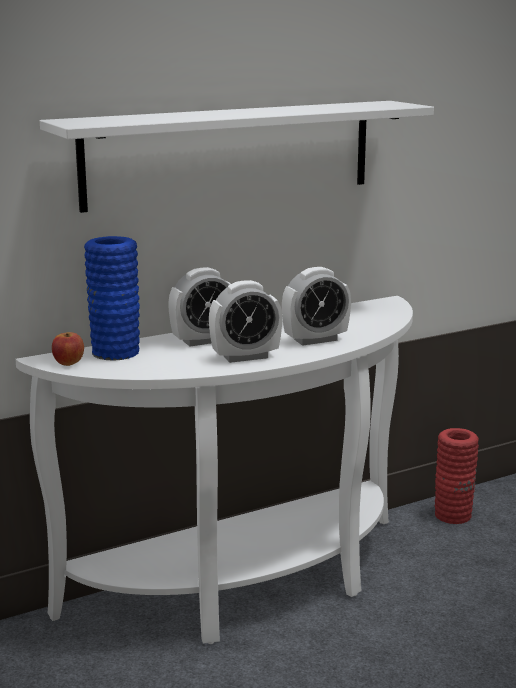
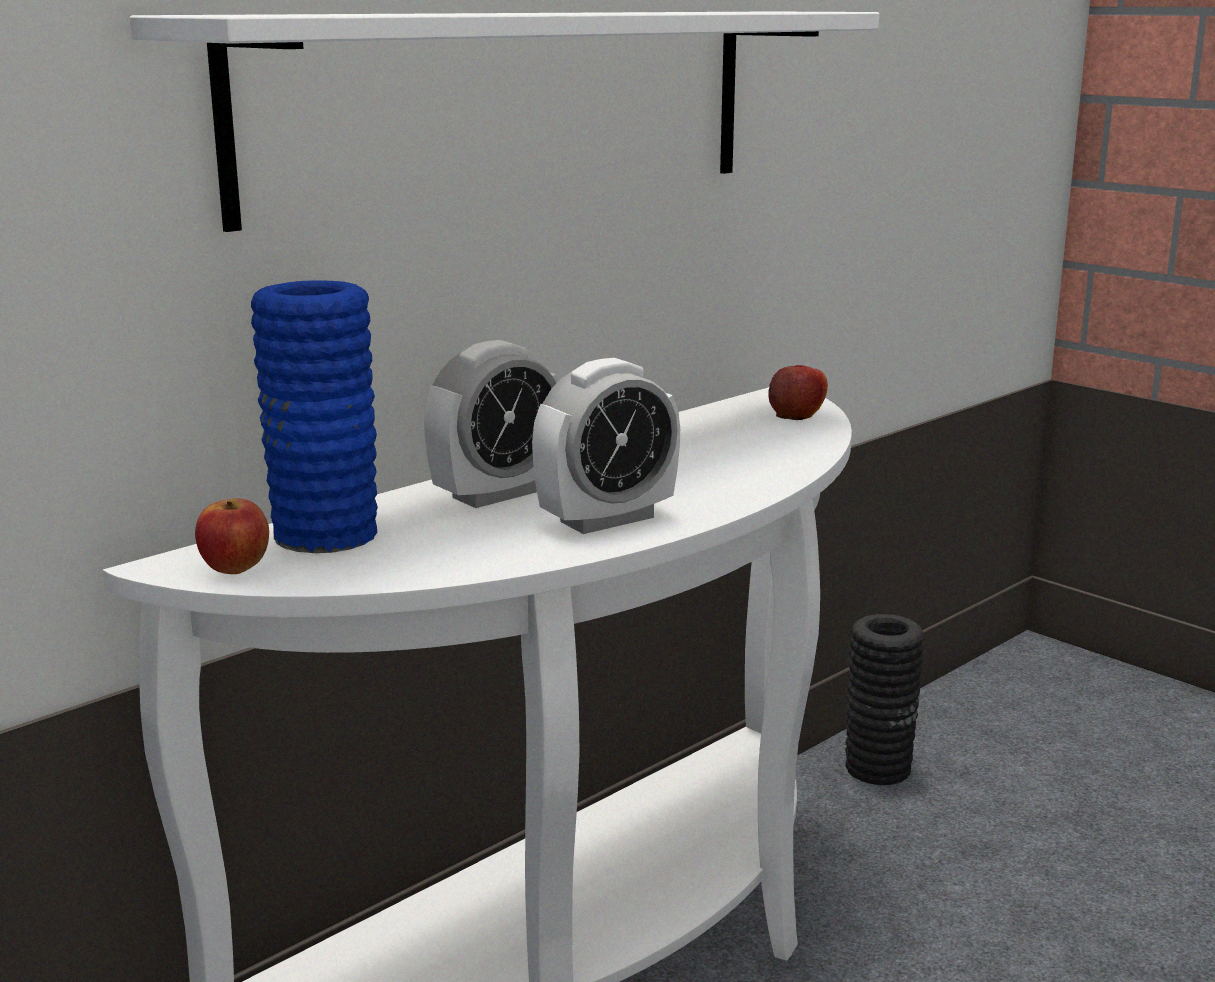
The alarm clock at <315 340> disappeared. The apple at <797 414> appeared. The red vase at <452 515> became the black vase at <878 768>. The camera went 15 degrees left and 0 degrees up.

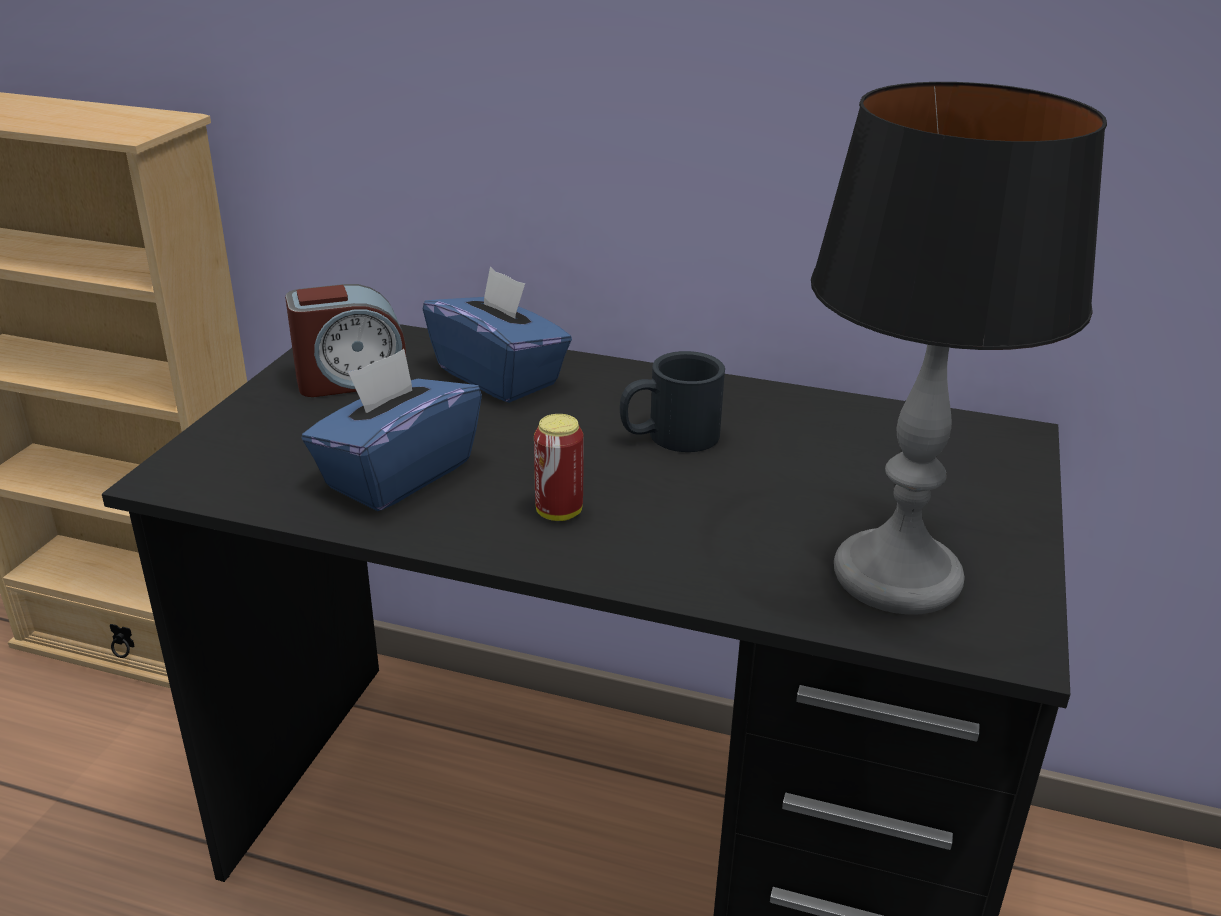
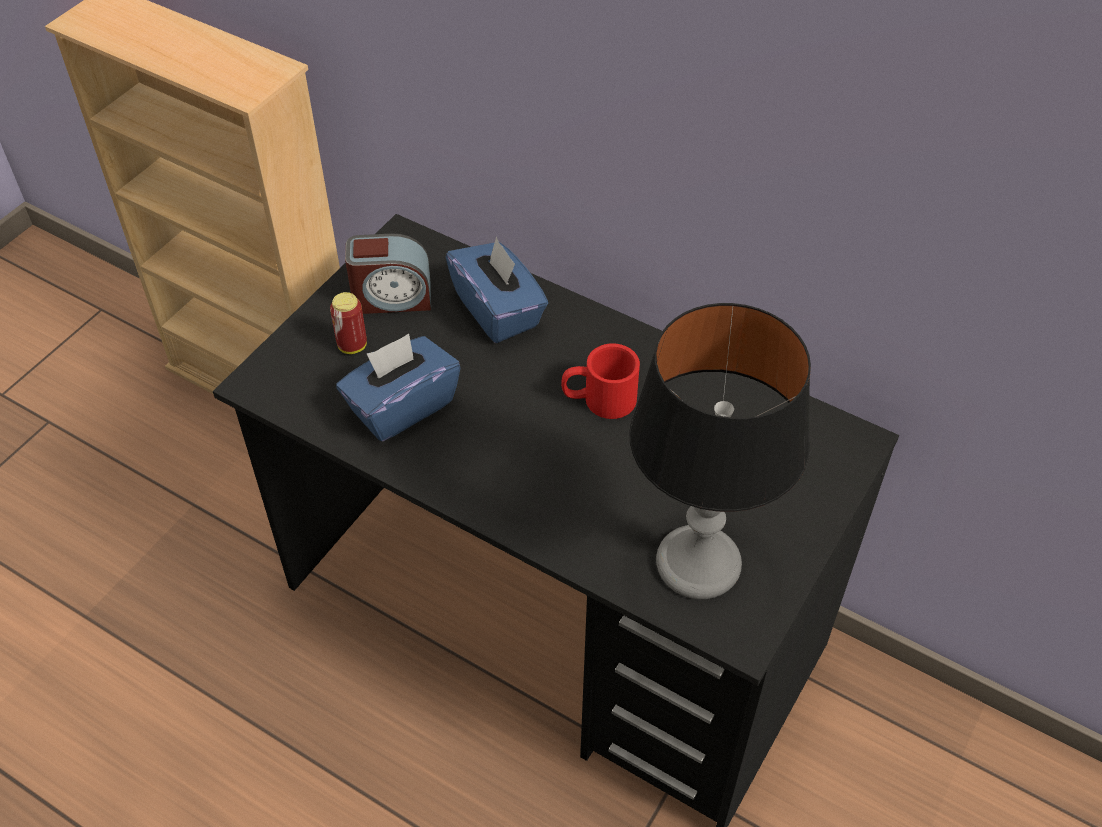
The can moved from <559 512> to <352 346>. The black mug at <669 437> became the red mug at <599 400>. The camera went 15 degrees right and 20 degrees up.

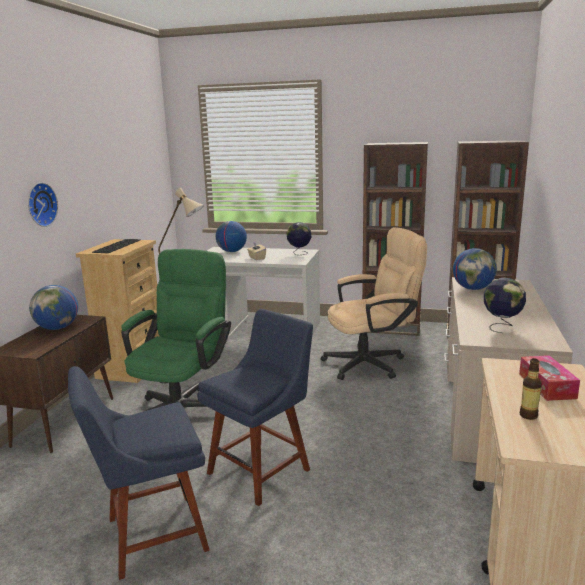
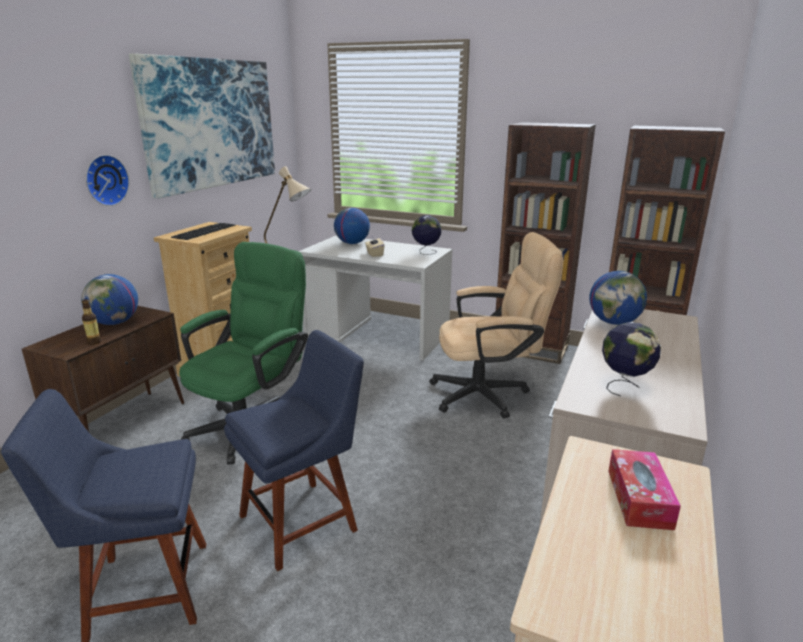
The picture at <211 123> appeared. The bottle moved from <528 415> to <94 342>. The camera went 10 degrees right and 5 degrees up.

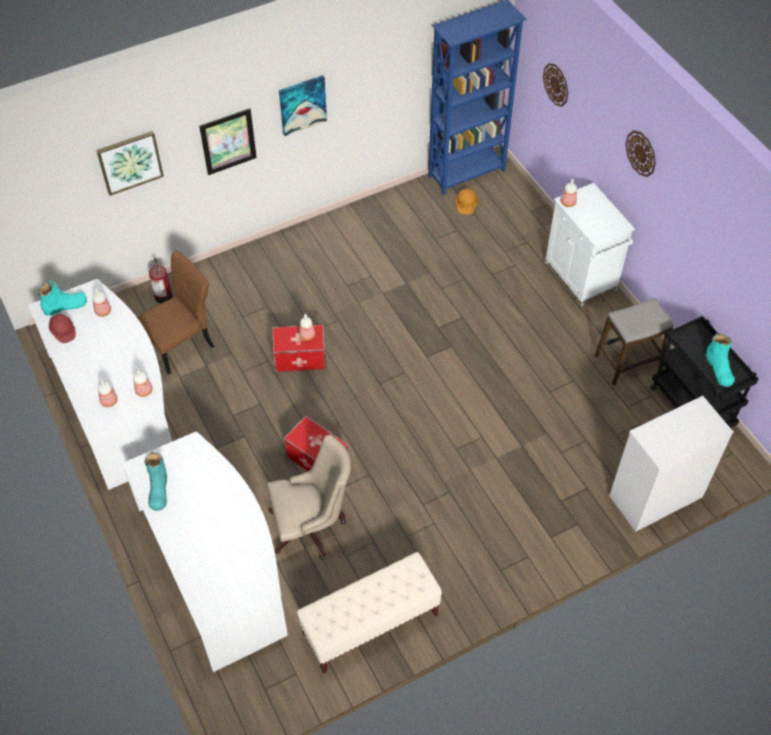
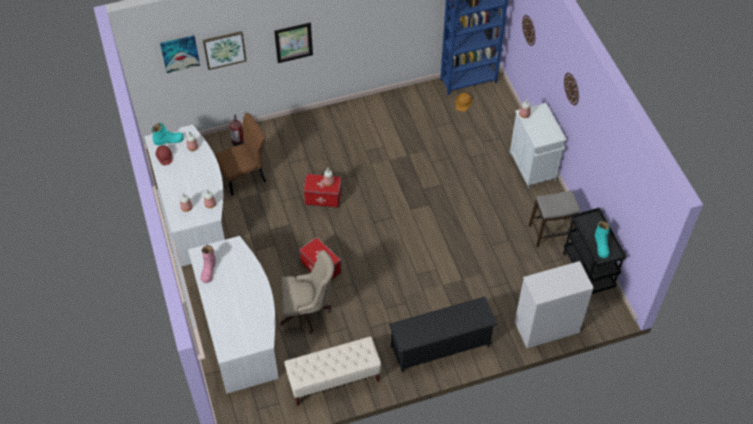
The black shoe rack at <440 346> appeared. The picture moved from <302 104> to <180 53>. The turquoise boot at <158 489> became the pink boot at <208 269>. The camera went 10 degrees right and 0 degrees up.

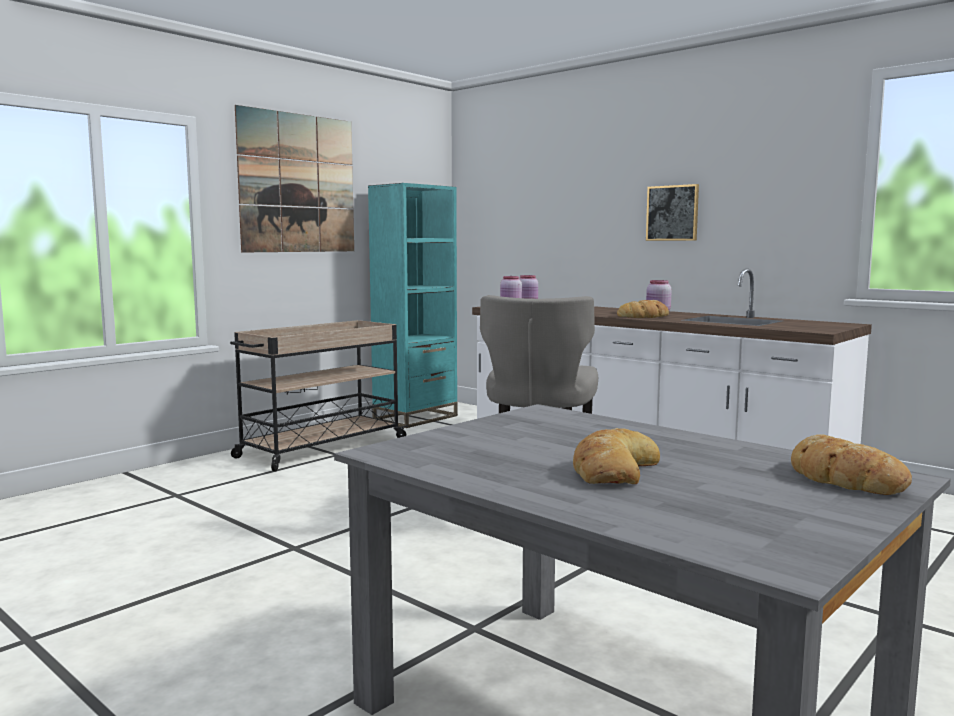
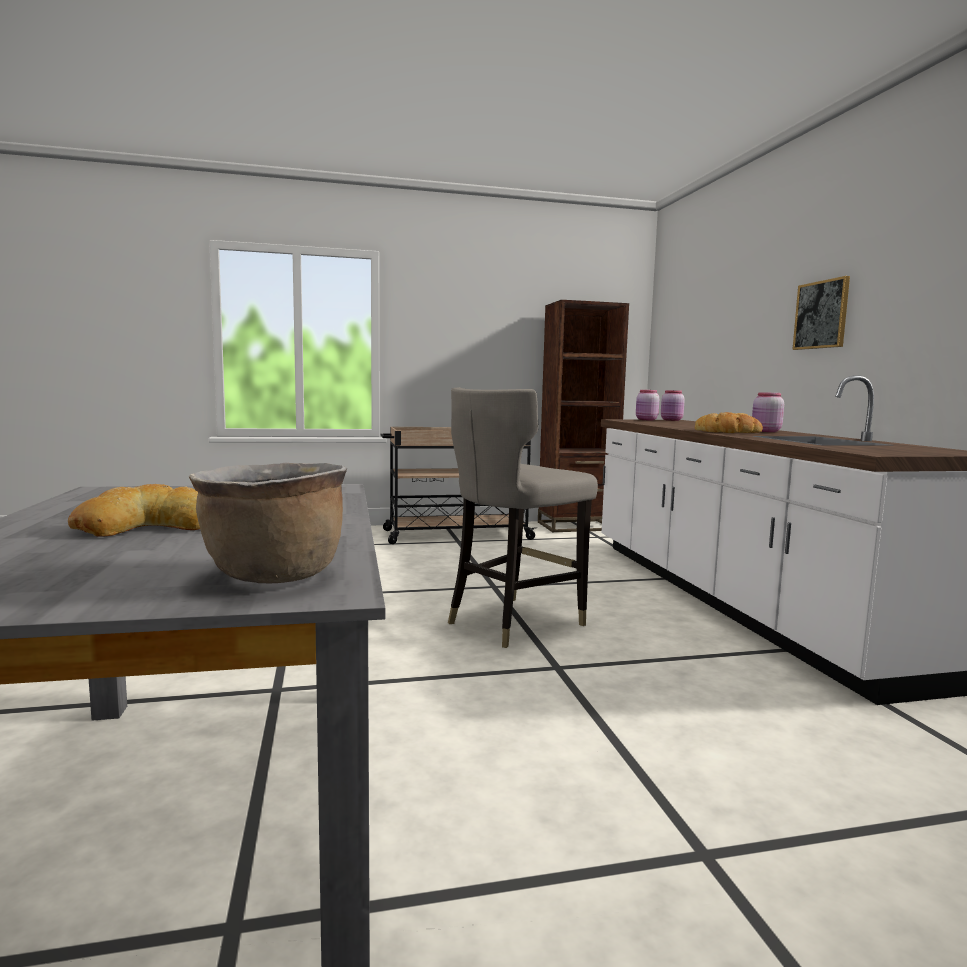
The picture at <297 183> disappeared. The bread at <843 478> was replaced by the brown cooking pot at <273 576>. The turquoise bookcase at <415 418> became the brown bookcase at <576 526>. The camera went 35 degrees right and 0 degrees up.

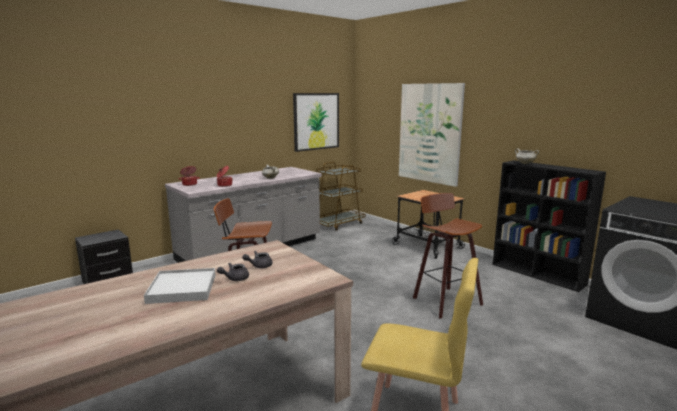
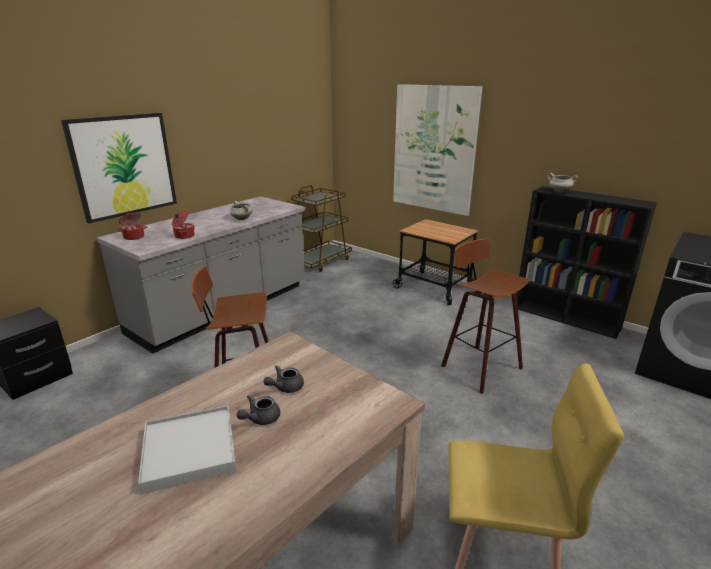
The picture moved from <316 121> to <124 166>. The camera went 10 degrees left and 10 degrees up.

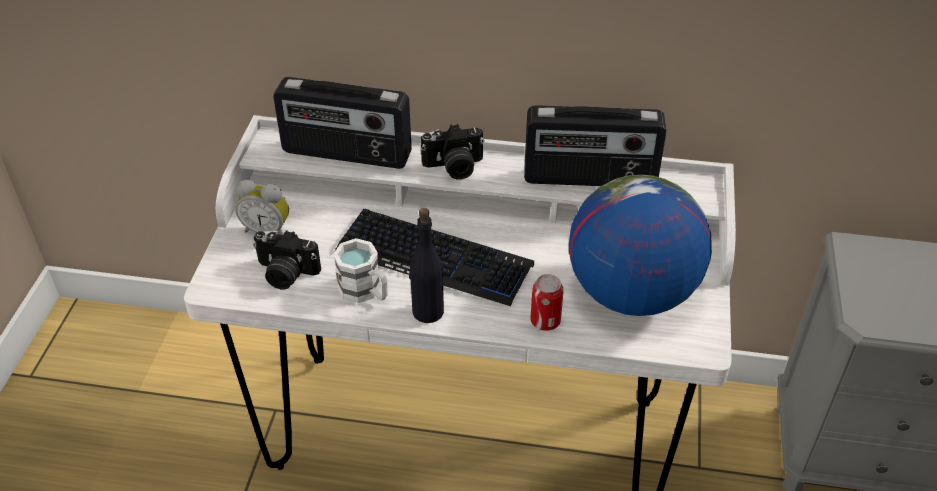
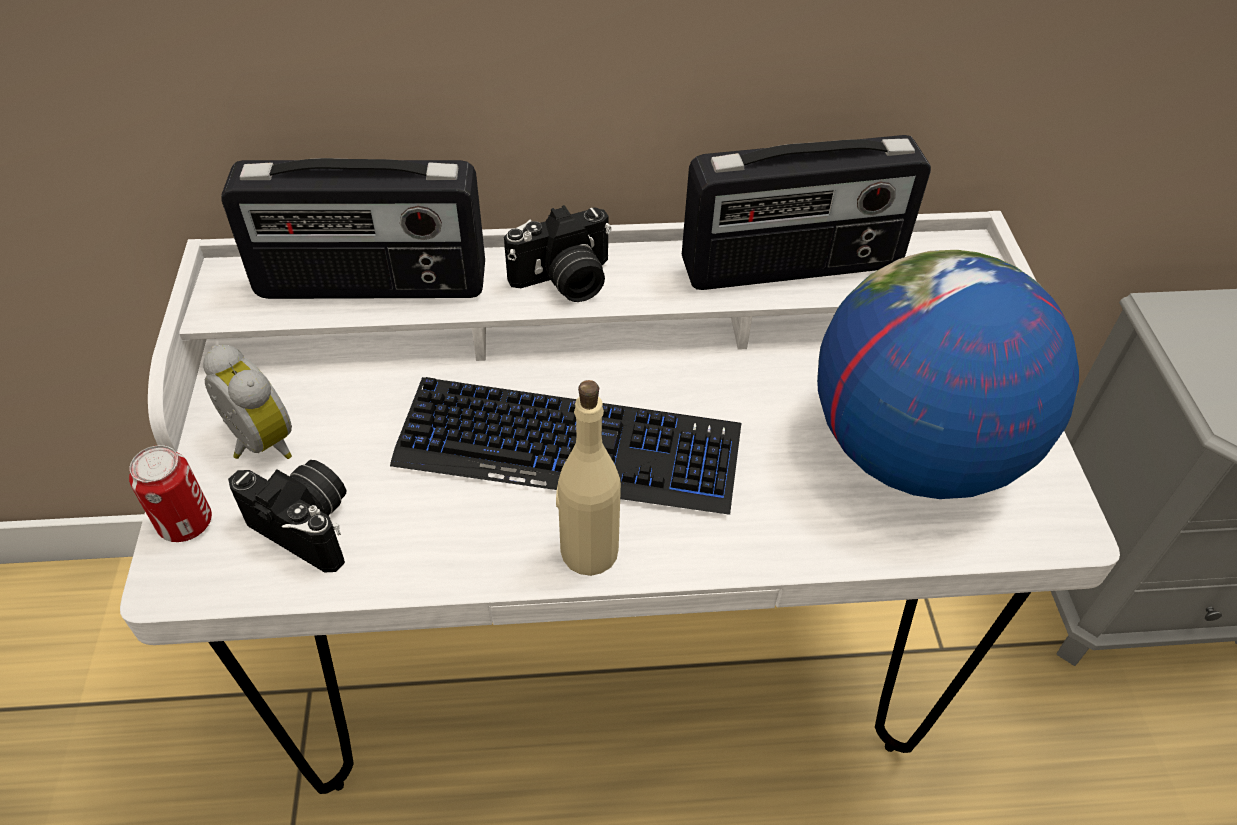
The white mug at <365 292> disappeared. The can moved from <545 321> to <185 523>. The black bottle at <427 311> became the beige bottle at <588 551>. The alarm clock at <267 230> turned 135 degrees counterclockwise. The photo camera at <285 273> turned 150 degrees counterclockwise. The camera went 15 degrees left and 5 degrees up.

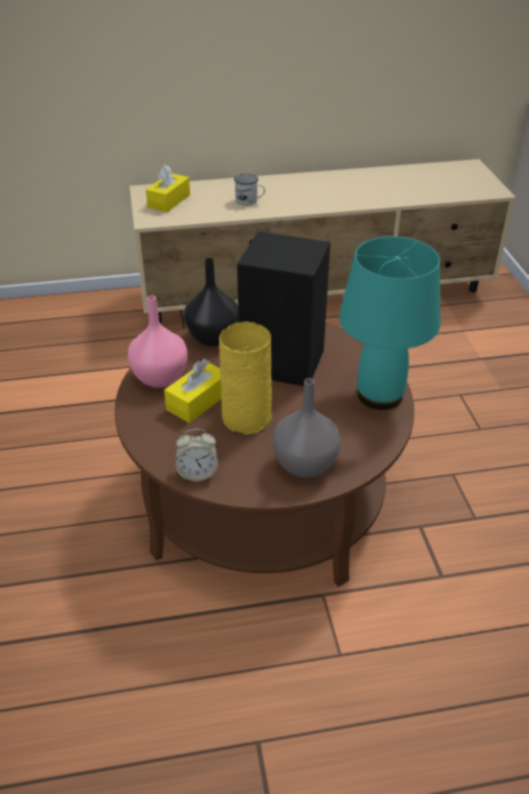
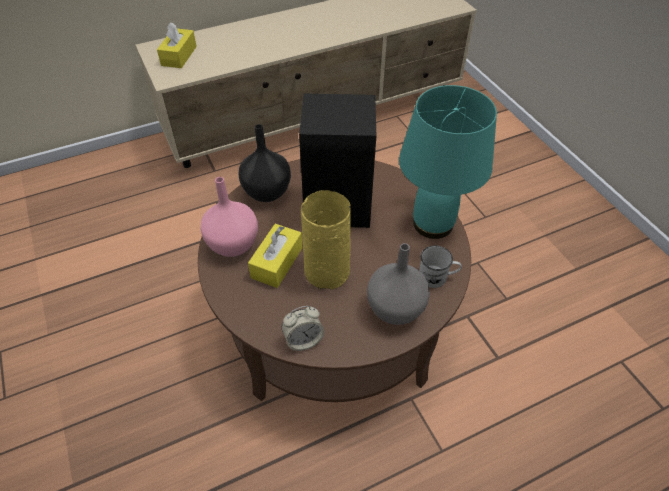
The white mug moved from <250 201> to <437 277>. The camera went 15 degrees left and 10 degrees up.

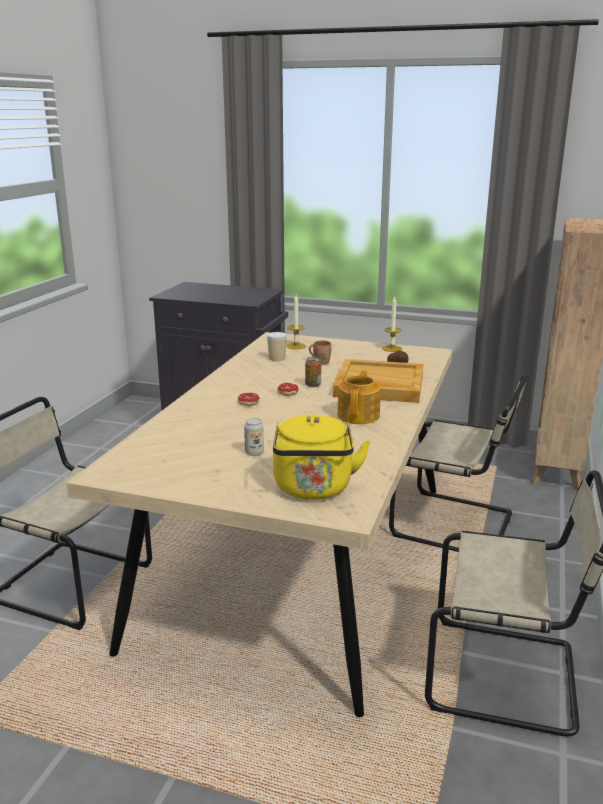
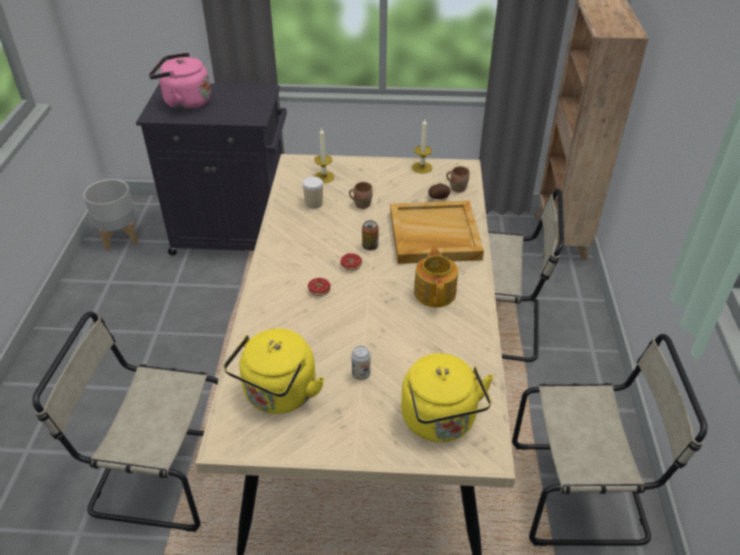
The grey planter at <119 238> appeared. The pink kettle at <184 102> appeared. The yellow kettle at <278 395> appeared. The brown mug at <457 188> appeared. The camera went 15 degrees left and 20 degrees up.

